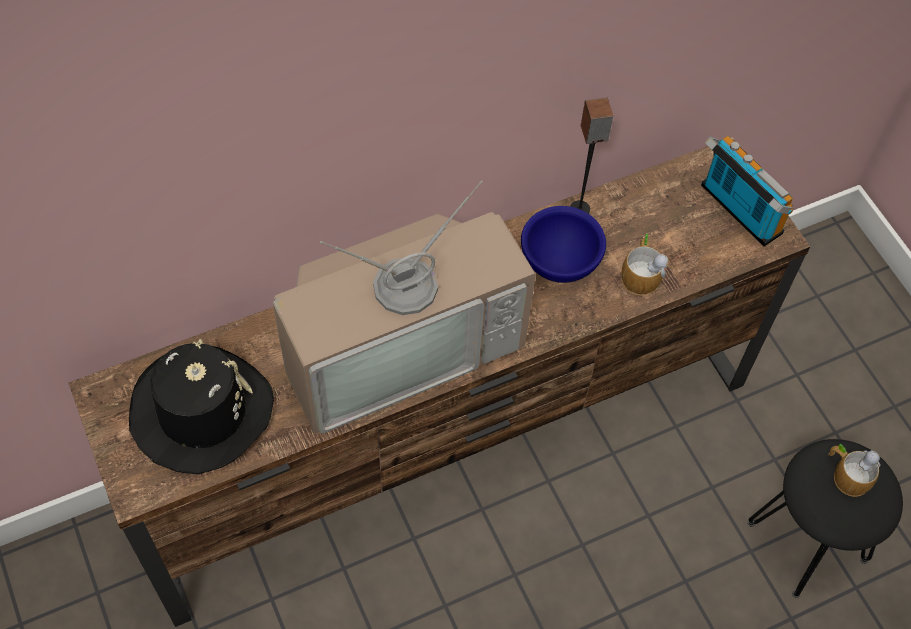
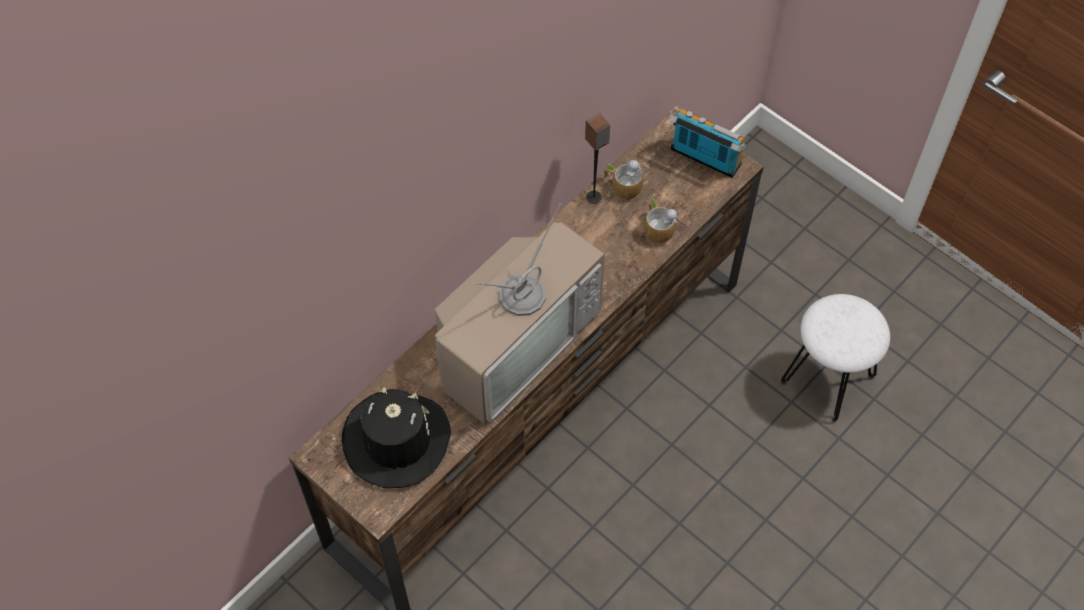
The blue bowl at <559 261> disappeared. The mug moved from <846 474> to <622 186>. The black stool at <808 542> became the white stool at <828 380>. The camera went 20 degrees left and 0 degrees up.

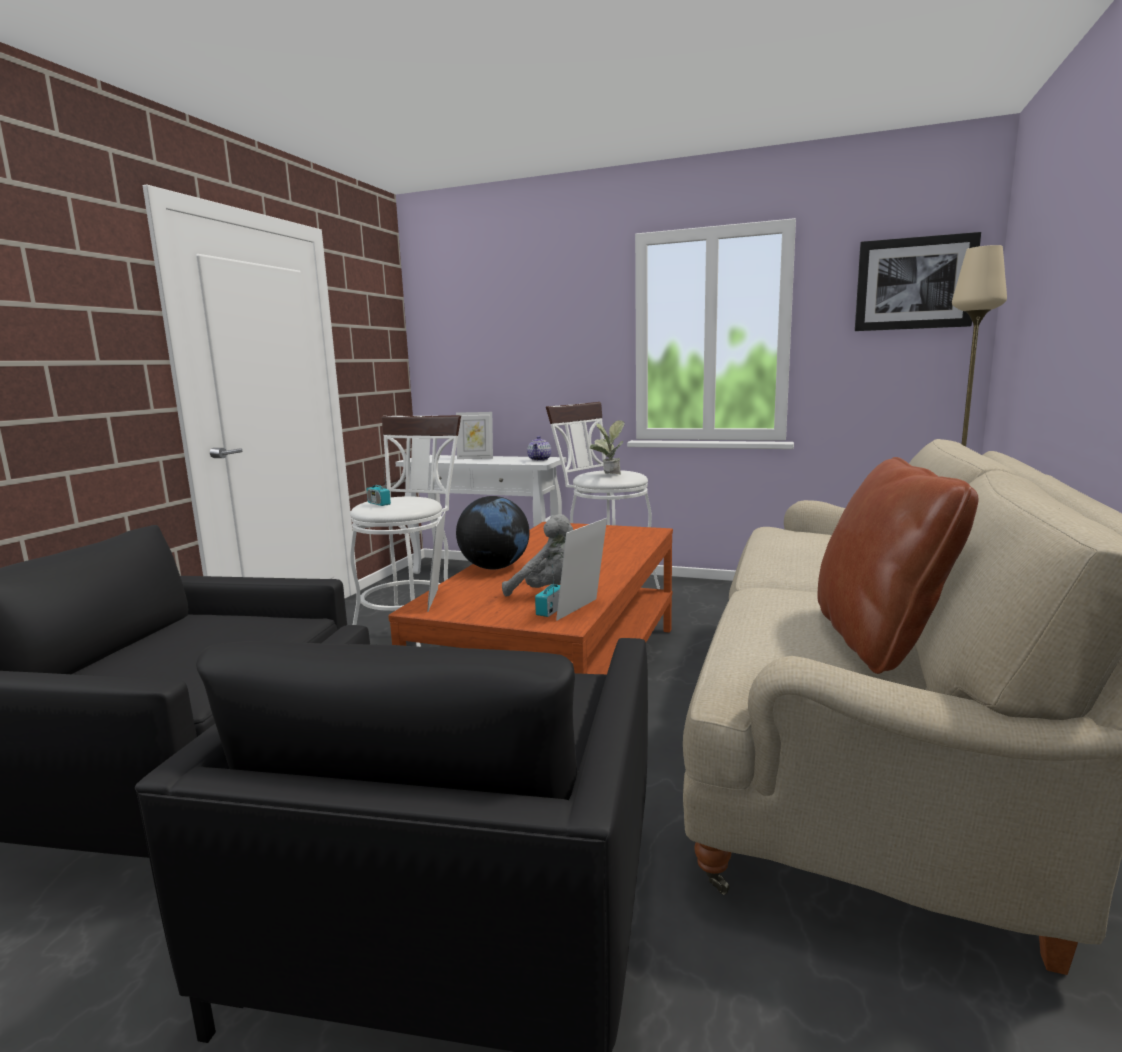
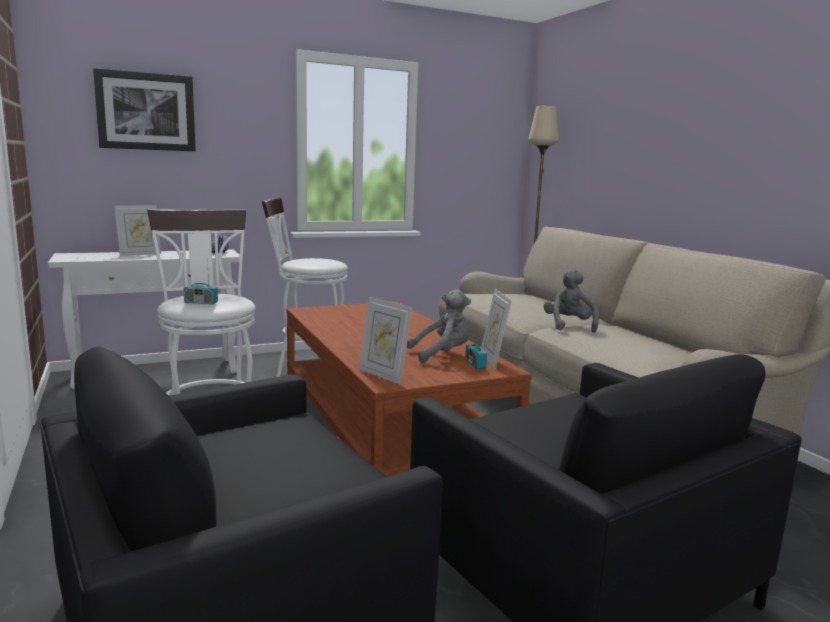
The globe at <495 567> disappeared. The potted plant at <608 475> disappeared. The brown pillow at <878 640> disappeared. The grey plush toy at <568 325> appeared. The picture moved from <914 283> to <146 111>. The camera went 45 degrees left and 0 degrees up.

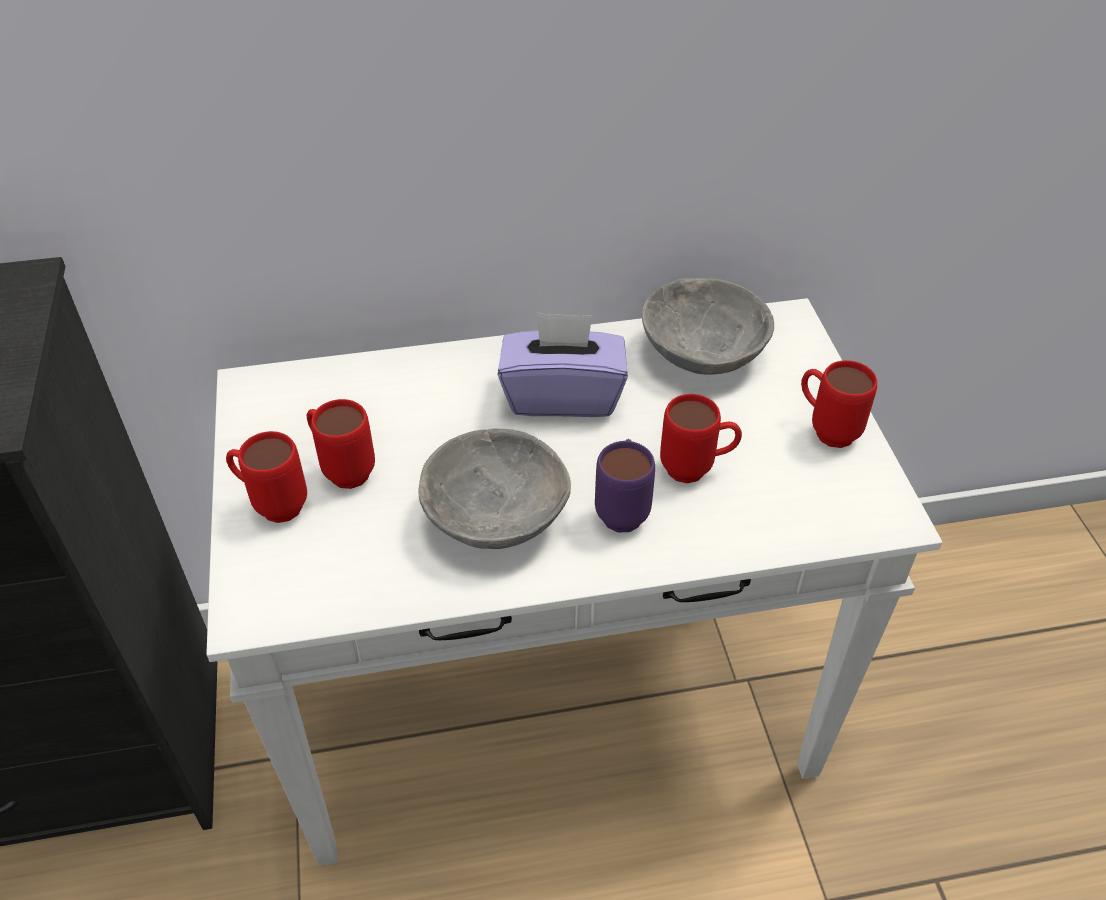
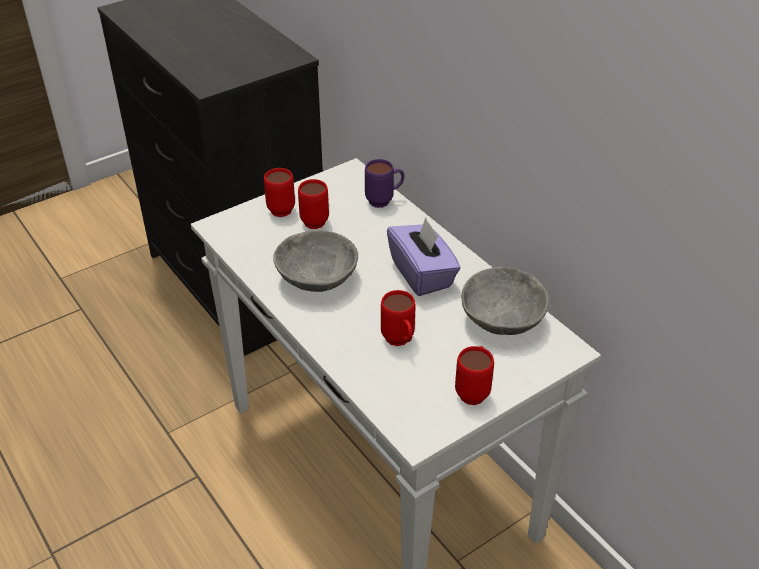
The purple mug moved from <623 509> to <385 201>. The camera went 65 degrees right and 5 degrees down.

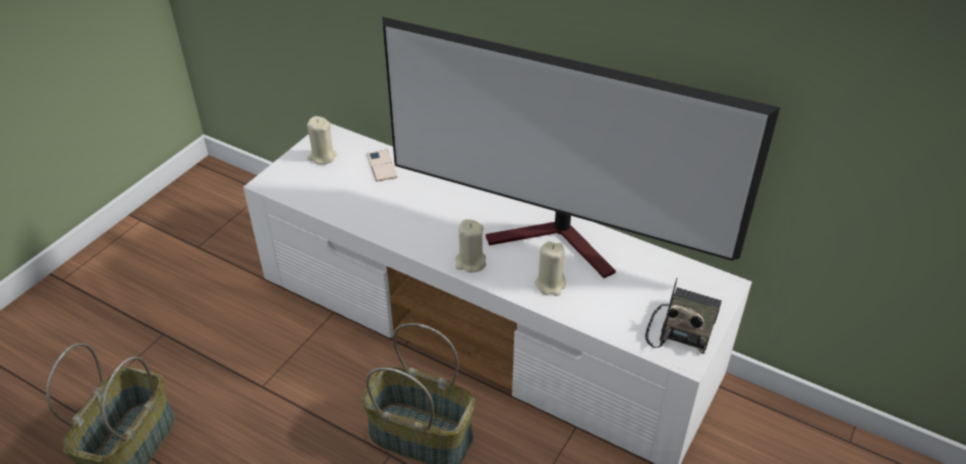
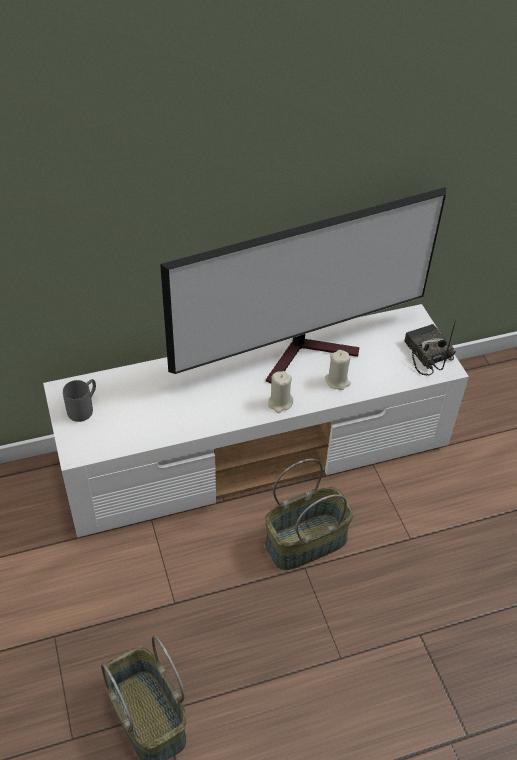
The phone at <382 166> disappeared. The beige candle at <322 156> was replaced by the grey mug at <84 408>. The camera went 50 degrees left and 5 degrees up.

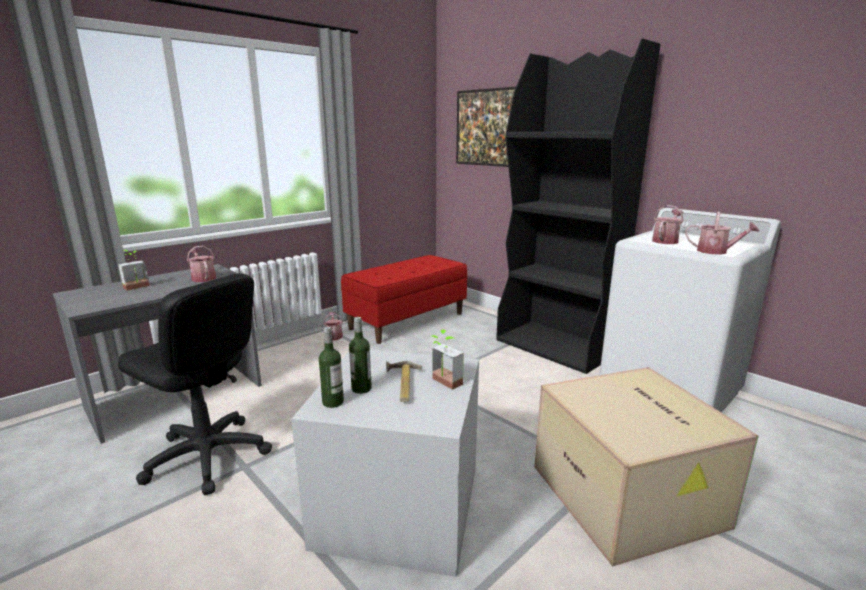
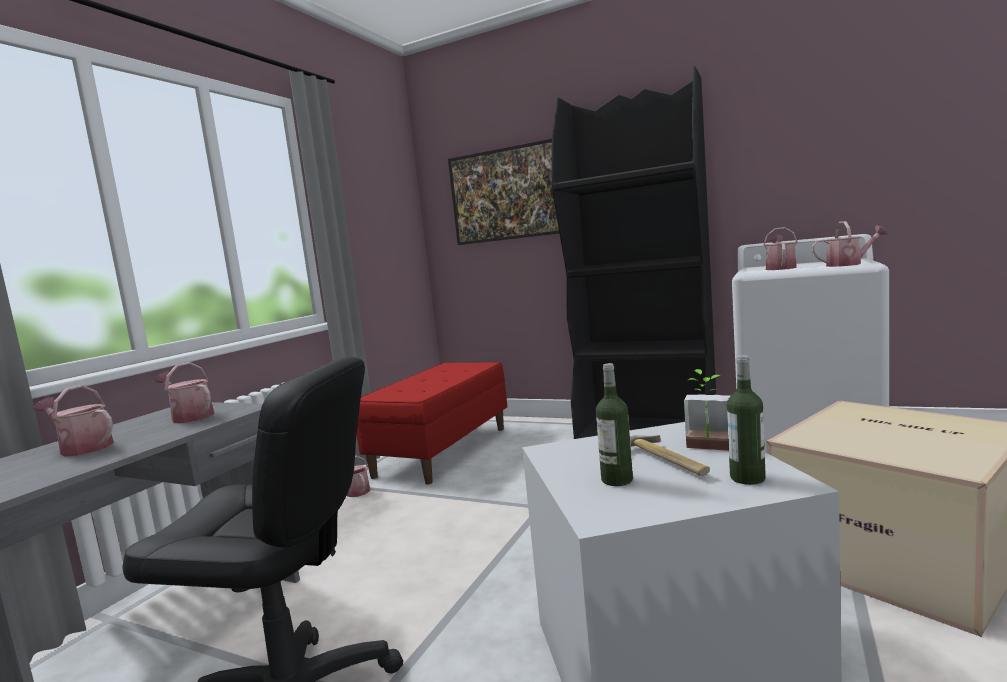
The bottle moved from <333 402> to <747 478>. The potted plant at <138 288> was replaced by the watering can at <82 448>. The camera went 20 degrees left and 10 degrees down.

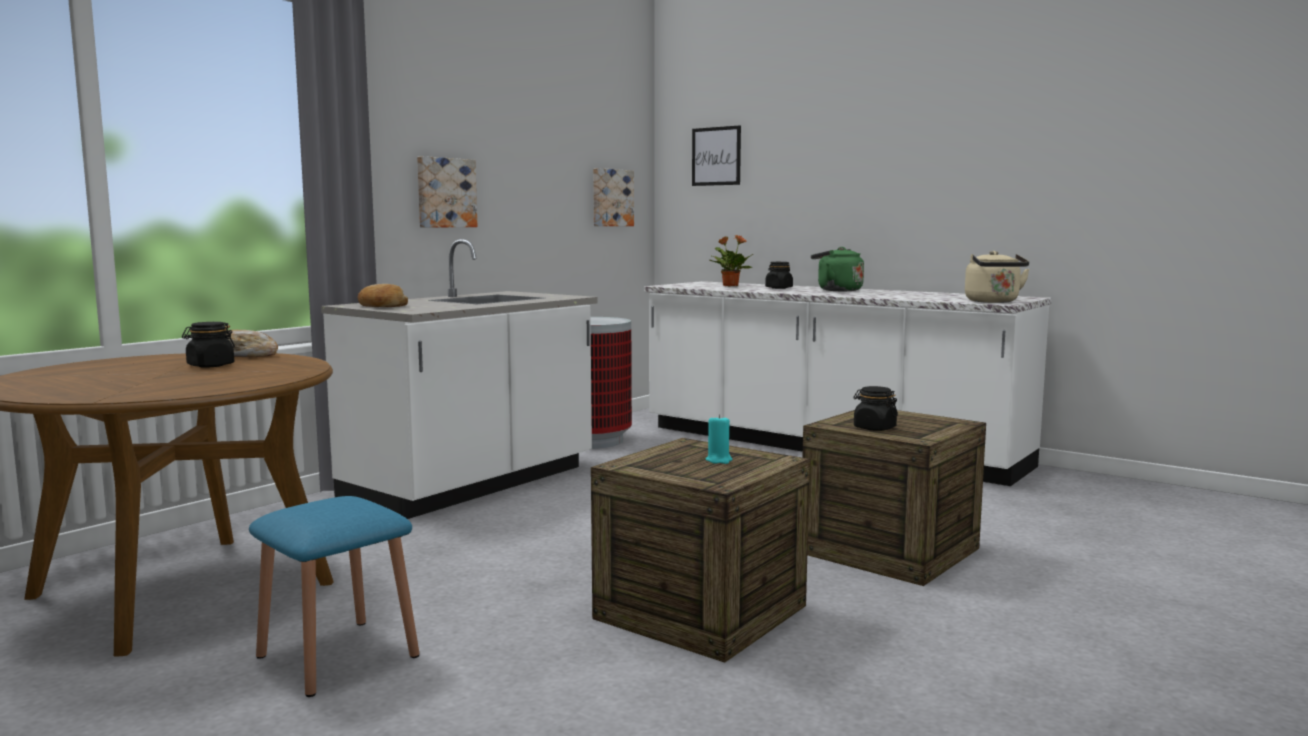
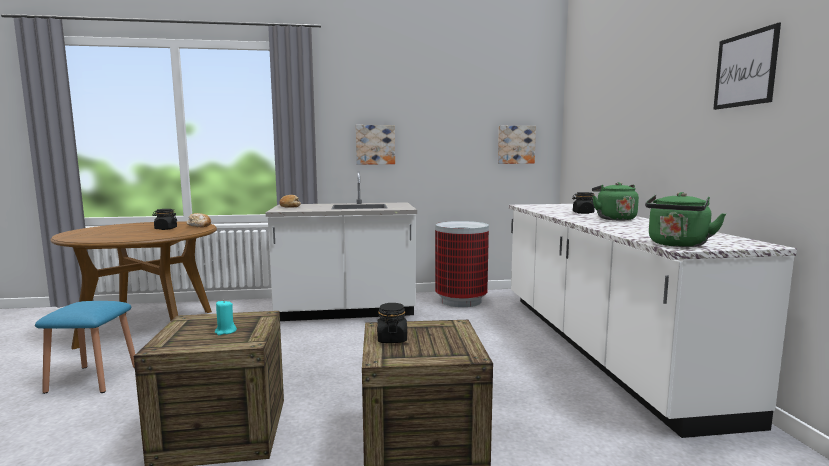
The potted plant at <730 285> disappeared. The picture moved from <716 156> to <745 69>. The beige kettle at <993 302> became the green kettle at <677 245>. The camera went 45 degrees right and 0 degrees up.

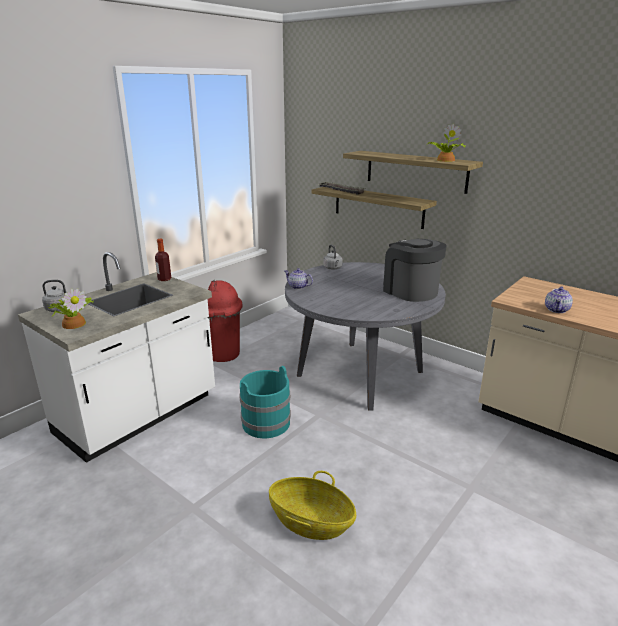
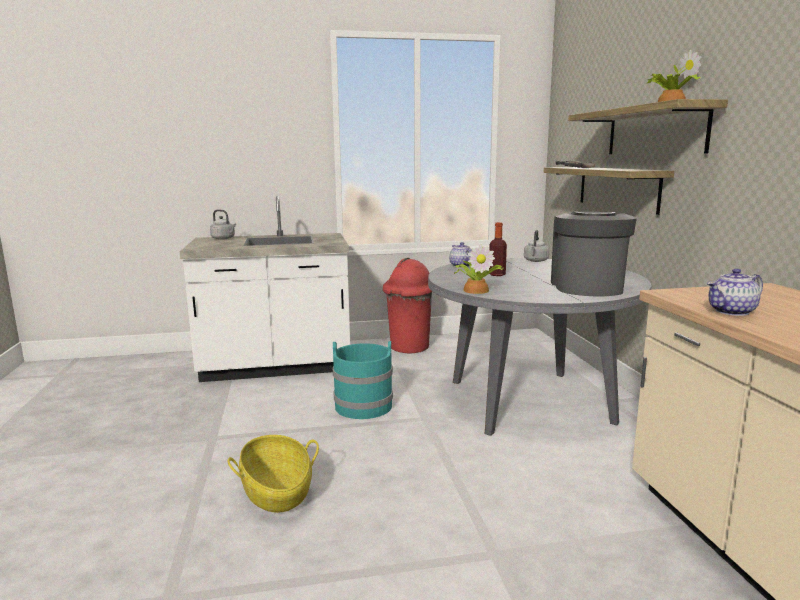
The potted plant moved from <74 323> to <476 290>. The bottle moved from <164 279> to <497 274>. The camera went 40 degrees right and 10 degrees down.

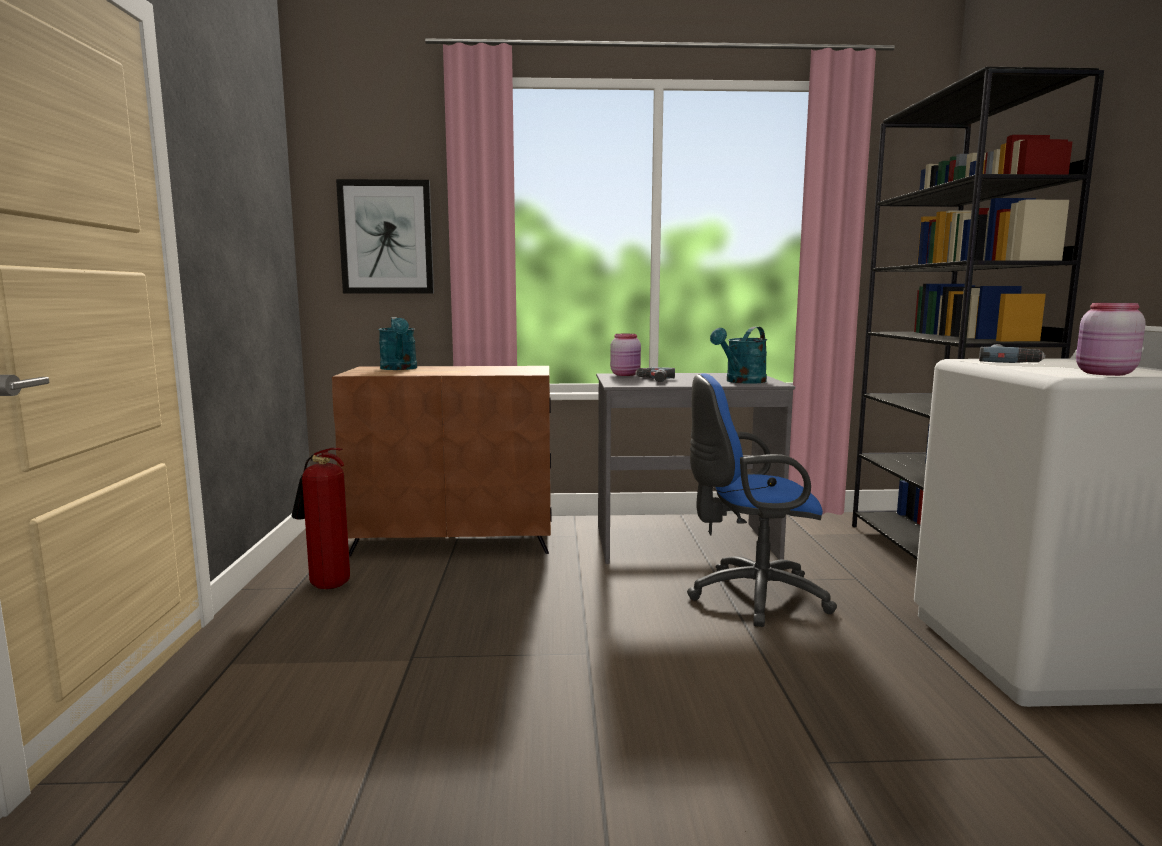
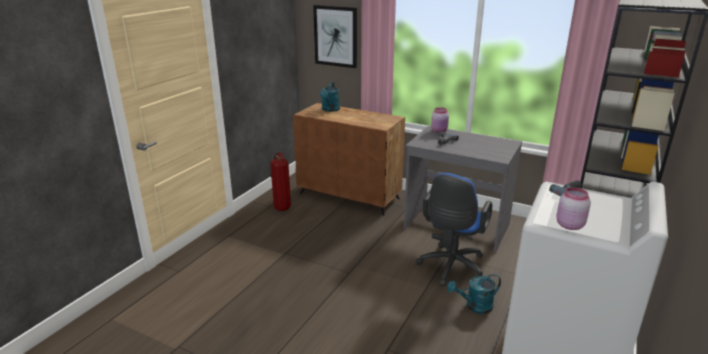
The turquoise watering can moved from <742 382> to <474 306>. The blue office chair at <750 597> turned 90 degrees counterclockwise. The camera went 30 degrees right and 15 degrees up.

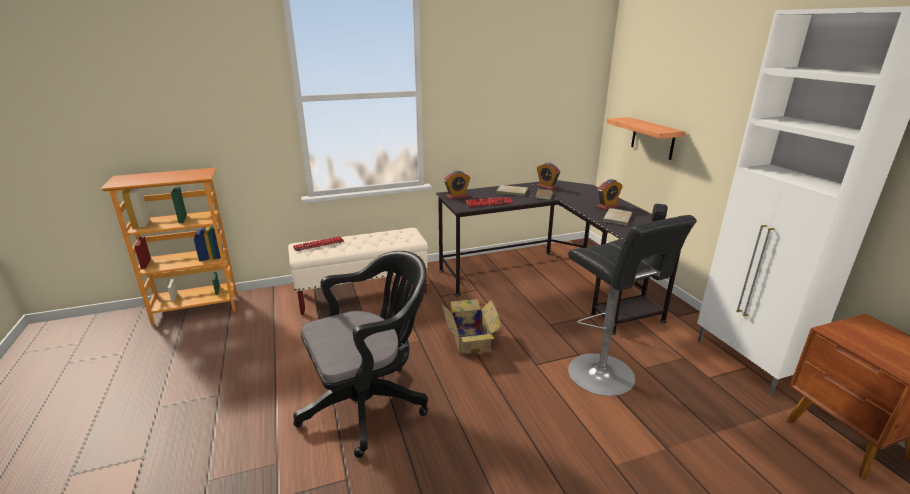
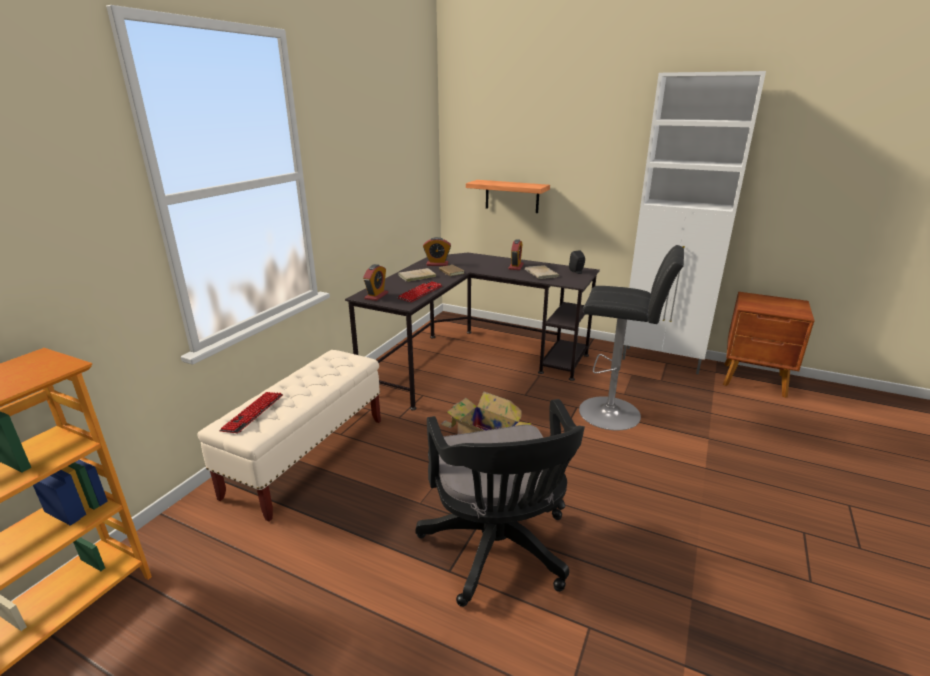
The black office chair at <370 403> turned 150 degrees clockwise. The camera went 45 degrees left and 0 degrees up.

